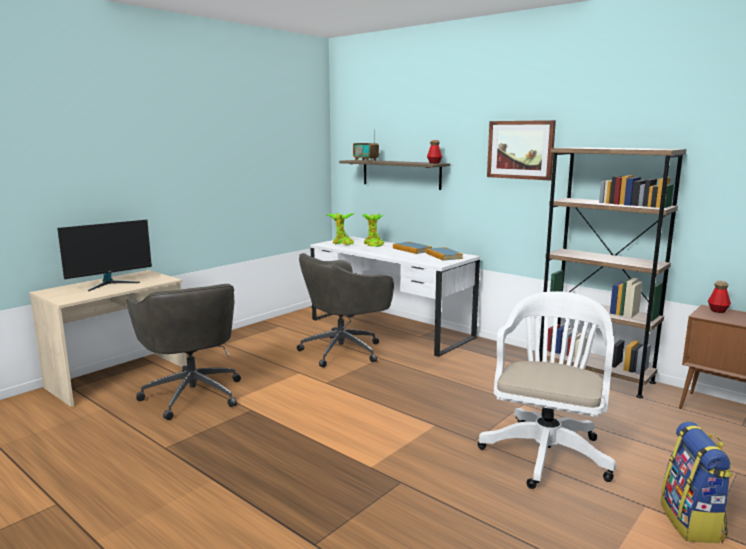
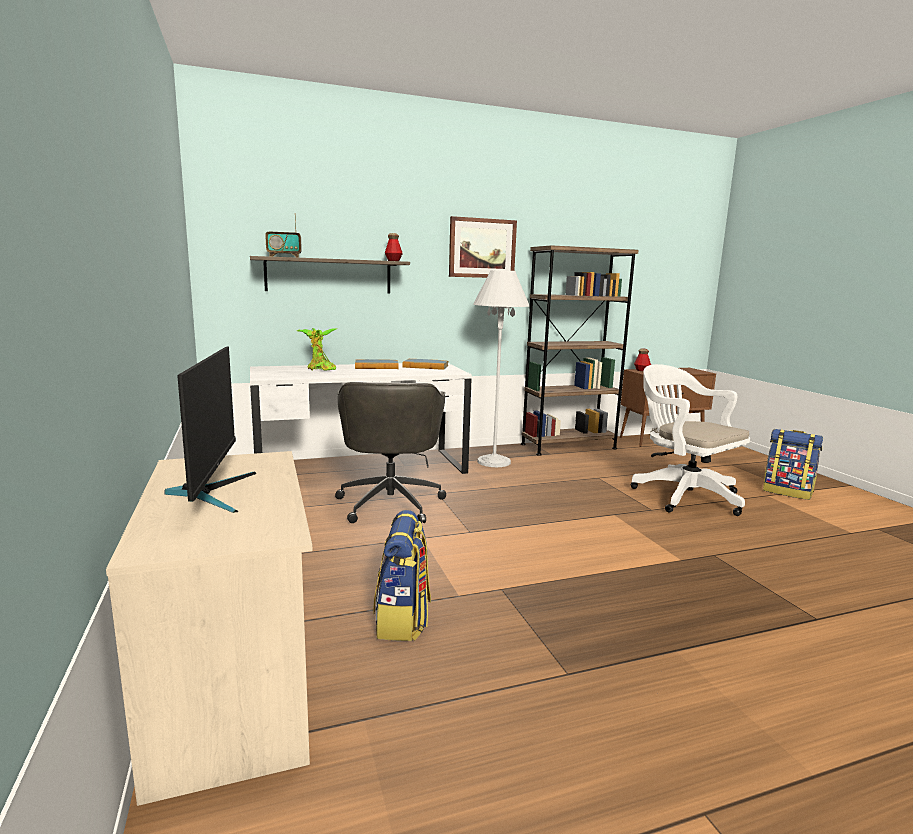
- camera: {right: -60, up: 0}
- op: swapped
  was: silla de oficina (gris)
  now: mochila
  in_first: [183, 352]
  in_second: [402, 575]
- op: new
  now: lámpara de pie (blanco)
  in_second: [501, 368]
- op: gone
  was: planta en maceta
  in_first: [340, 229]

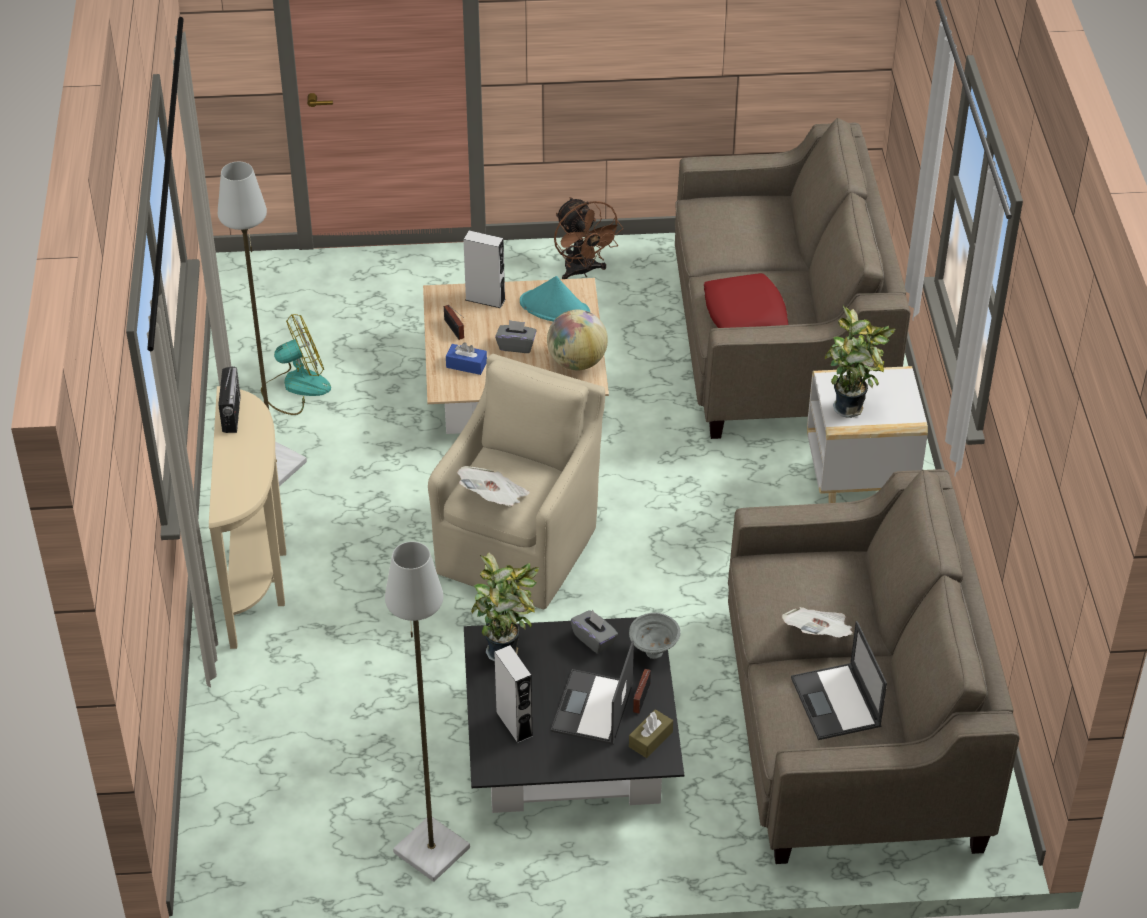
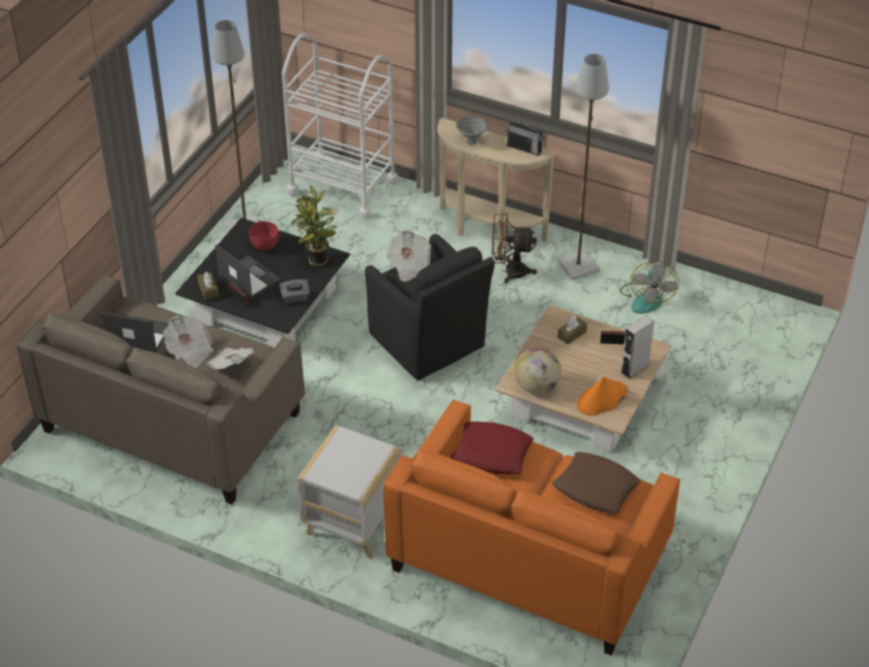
- camera: {right: 120, up: 0}
- op: new
  now: periódico
  in_second: [230, 358]
- op: swapped
  was: altavoz (gris)
  now: cuenco (rojo)
  in_first: [513, 694]
  in_second: [264, 235]
- op: new
  now: carrito (blanco)
  in_second: [340, 126]
- op: repainted
  was: sillón (beis)
  now: sillón (negro)
  in_first: [516, 482]
  in_second: [430, 307]
- op: repainted
  was: sofá (beis)
  now: sofá (naranja)
  in_first: [793, 278]
  in_second: [531, 528]
- op: shifted
  was: cuenco (gris)
  in_first: [655, 636]
  in_second: [472, 130]
- op: shifted
  was: ventilador (marrón)
  in_first: [588, 238]
  in_second: [514, 248]
- op: new
  now: cojín (marrón)
  in_second: [596, 483]
- op: repainted
  was: caja de pañuelos (azul)
  now: caja de pañuelos (marrón)
  in_first: [466, 358]
  in_second: [572, 330]
- op: repainted
  was: sombrero (turquesa)
  now: sombrero (naranja)
  in_first: [555, 298]
  in_second: [602, 396]
- op: gone
  was: caja de pañuelos (gris)
  in_first: [516, 336]
- op: gone
  was: planta en maceta
  in_first: [860, 362]

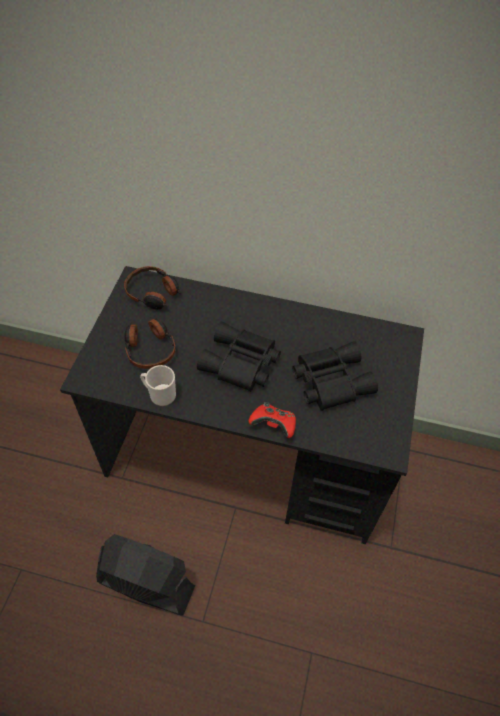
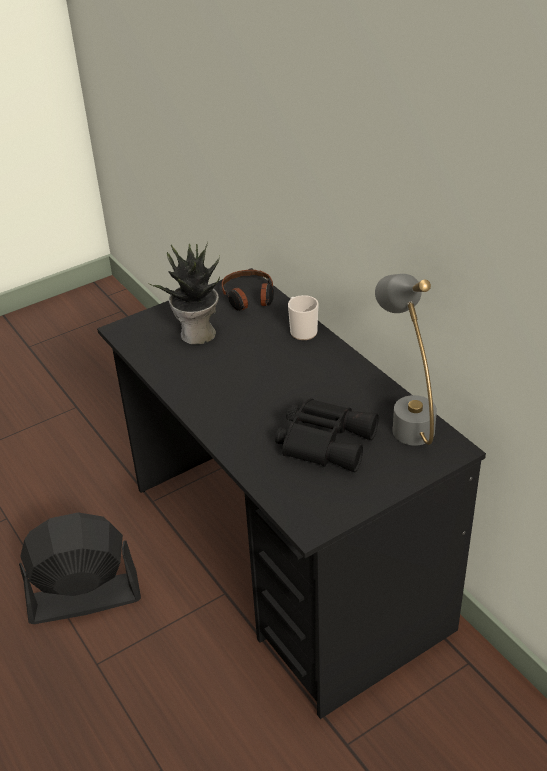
- camera: {right: 45, up: -15}
- op: rotated
  was: ventilador (negro)
  in_first: [145, 574]
  in_second: [80, 568]
  clockwise: -75
- op: swapped
  was: auriculares
  now: planta en maceta
  in_first: [150, 343]
  in_second: [183, 293]
- op: shifted
  was: taza grande
  in_first: [158, 385]
  in_second: [303, 317]
- op: new
  now: lámpara de mesa (gris)
  in_second: [406, 360]
- op: gone
  was: prismáticos (negro)
  in_first: [239, 356]
- op: gone
  was: mando de consola (rojo)
  in_first: [272, 420]

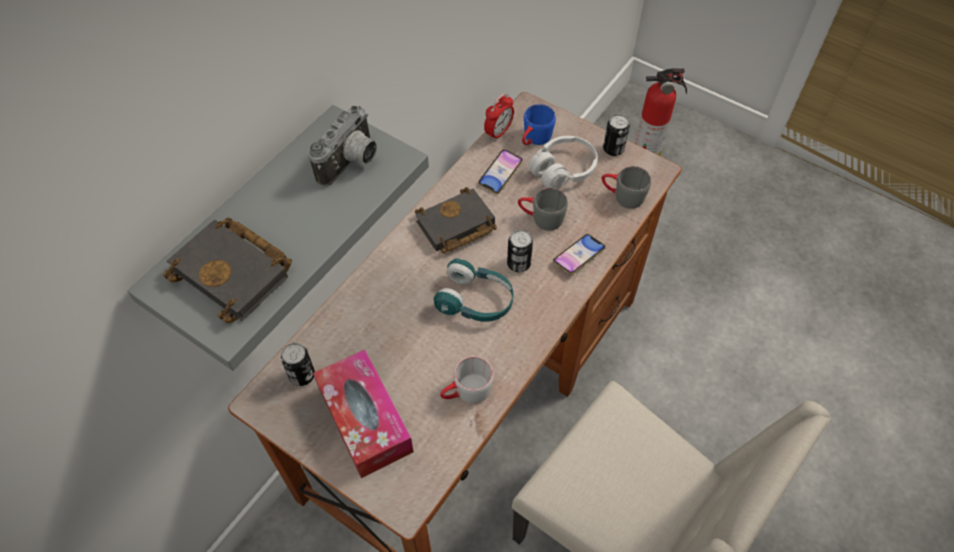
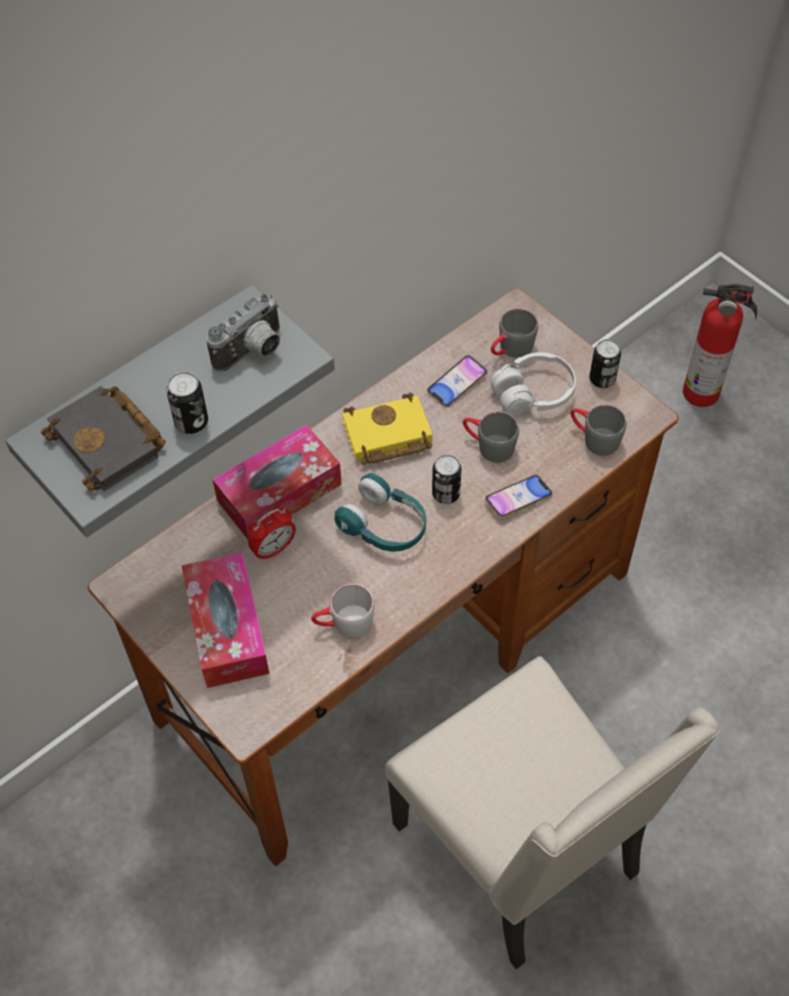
- camera: {right: 15, up: 0}
- op: shifted
  was: lata
  in_first: [298, 364]
  in_second: [187, 403]
- op: new
  now: caja de pañuelos
  in_second: [277, 482]
- op: shifted
  was: despertador
  in_first: [499, 117]
  in_second: [272, 534]
- op: repainted
  was: libro (negro)
  now: libro (amarillo)
  in_first: [456, 220]
  in_second: [387, 428]
- op: repainted
  was: taza grande (azul)
  now: taza grande (gris)
  in_first: [539, 124]
  in_second: [514, 333]

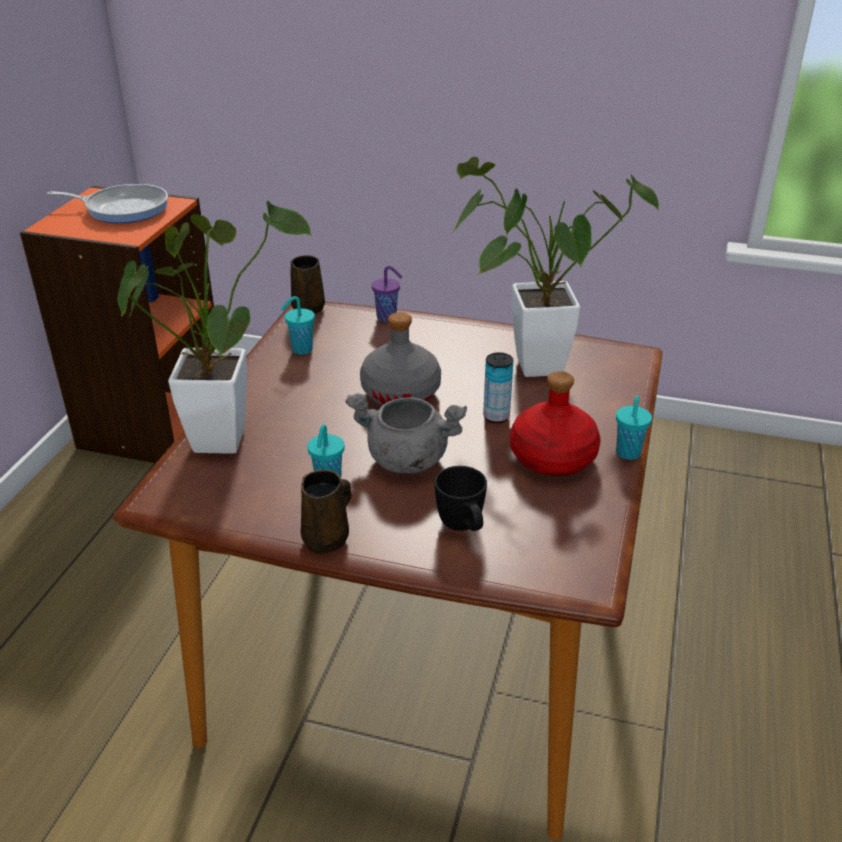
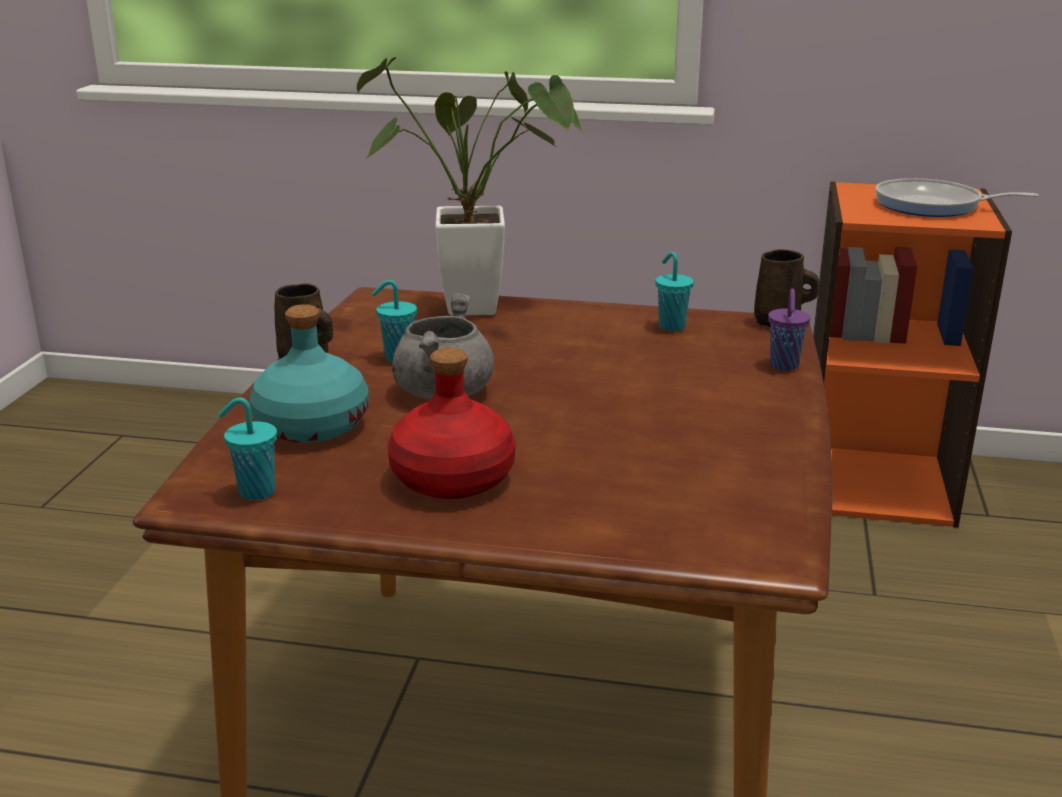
- camera: {right: 85, up: -10}
- op: shifted
  was: taza (turquesa)
  in_first: [634, 427]
  in_second: [247, 448]
- op: swapped
  was: taza grande (negro)
  now: botella (turquesa)
  in_first: [460, 498]
  in_second: [309, 373]
- op: rotated
  was: sartén
  in_first: [107, 203]
  in_second: [957, 197]
  clockwise: 105
- op: gone
  was: botella (gris)
  in_first: [400, 358]
- op: gone
  was: planta en maceta
  in_first: [555, 267]
- op: gone
  was: lata
  in_first: [498, 387]

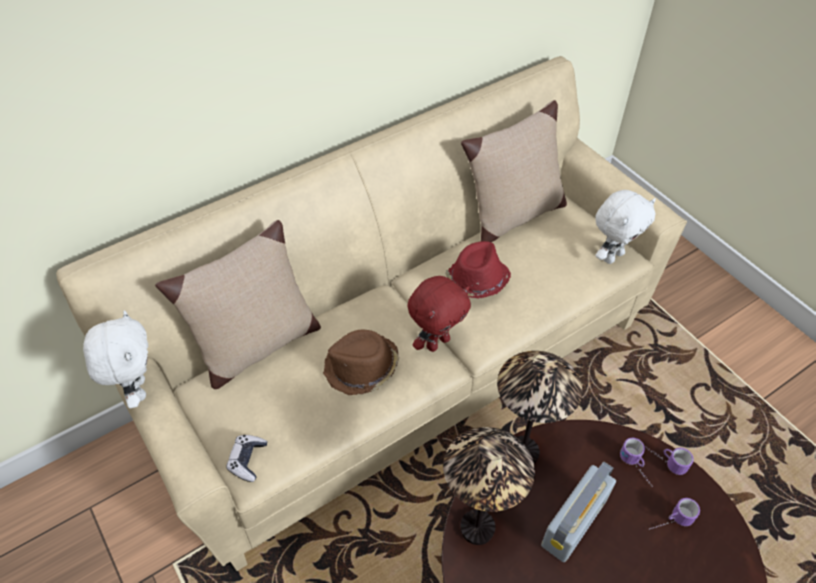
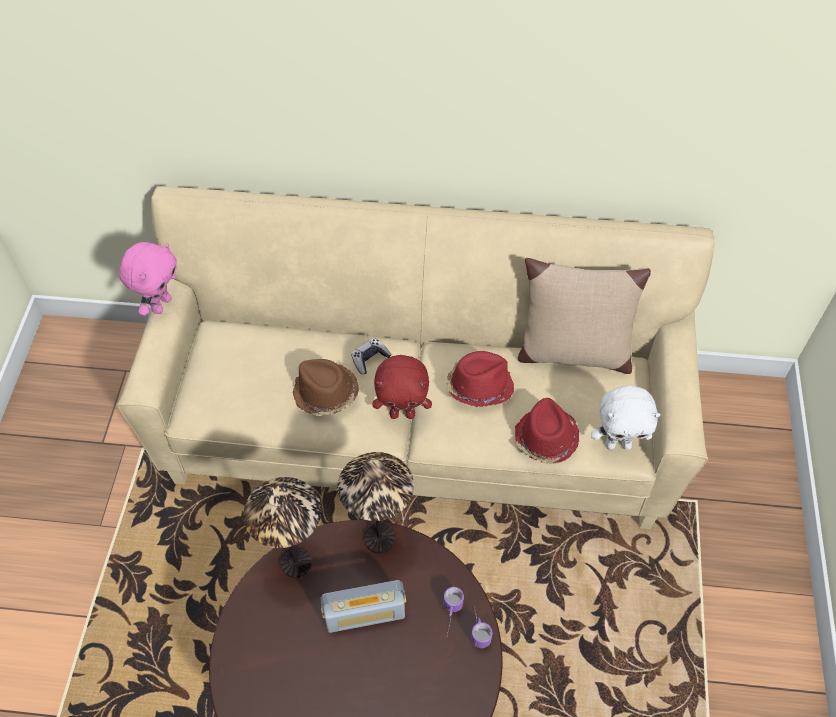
- camera: {right: 40, up: 5}
- op: repainted
  was: peluche (blanco)
  now: peluche (rosa)
  in_first: [115, 359]
  in_second: [148, 279]
- op: shifted
  was: mando de consola
  in_first: [246, 458]
  in_second: [371, 356]
- op: new
  now: sombrero (rojo)
  in_second: [547, 431]
- op: gone
  was: cojín (beis)
  in_first: [238, 304]
- op: gone
  was: taza grande
  in_first: [674, 514]

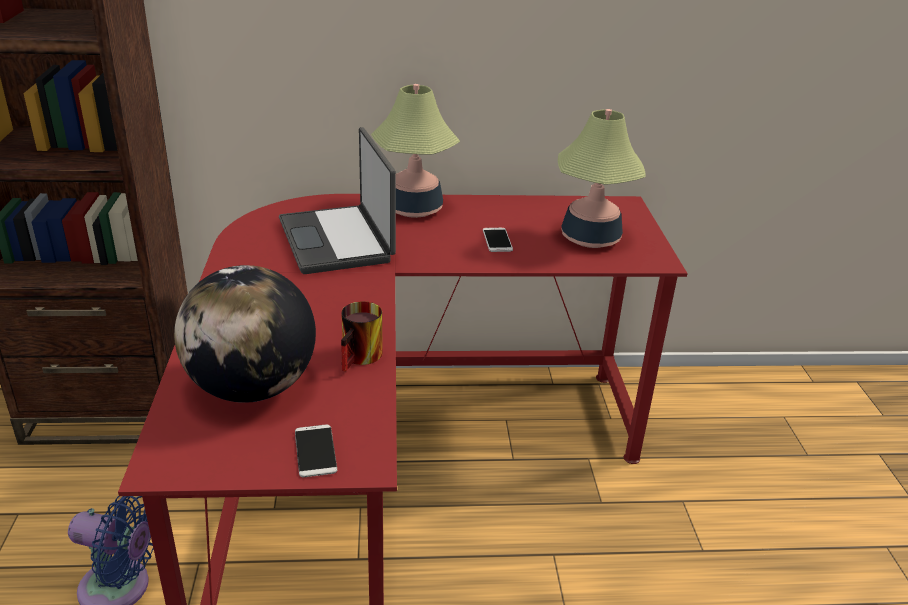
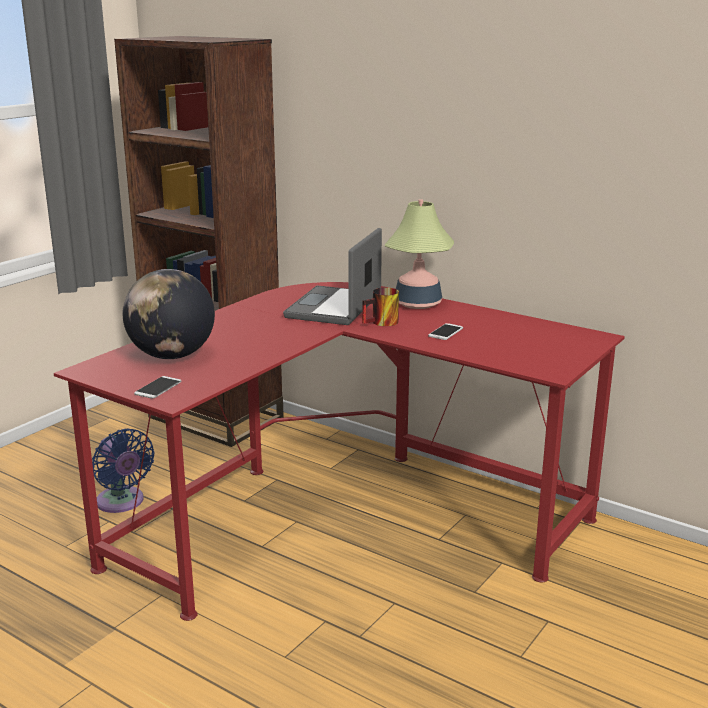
- camera: {right: 40, up: -10}
- op: shifted
  was: taza grande
  in_first: [361, 336]
  in_second: [380, 306]
- op: gone
  was: lámpara de mesa
  in_first: [602, 178]

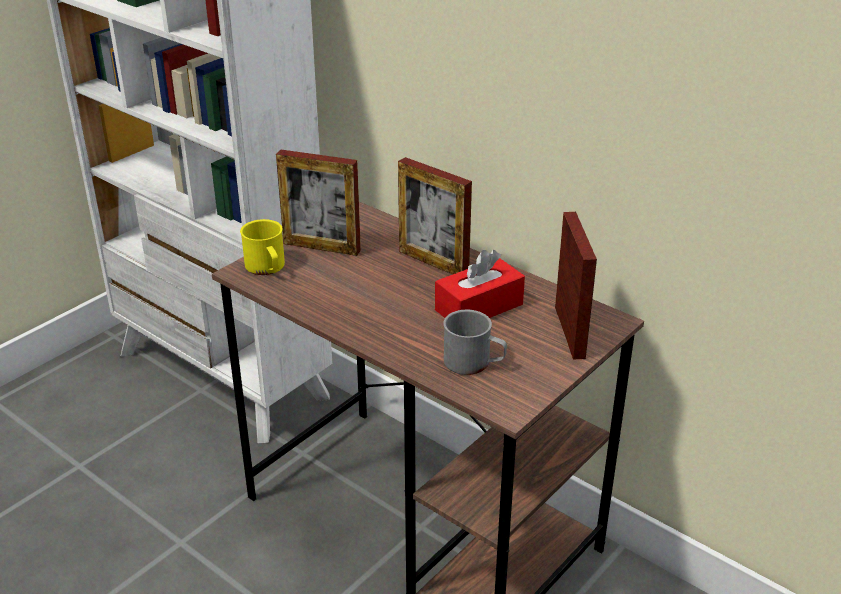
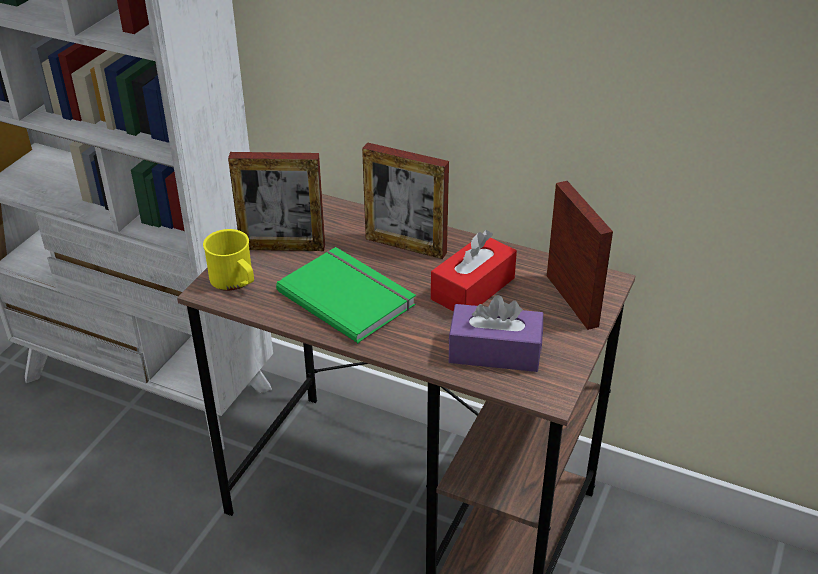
- camera: {right: -15, up: 5}
- op: new
  now: libro (verde)
  in_second: [346, 295]
- op: swapped
  was: taza grande (gris)
  now: caja de pañuelos (morado)
  in_first: [475, 342]
  in_second: [495, 333]

